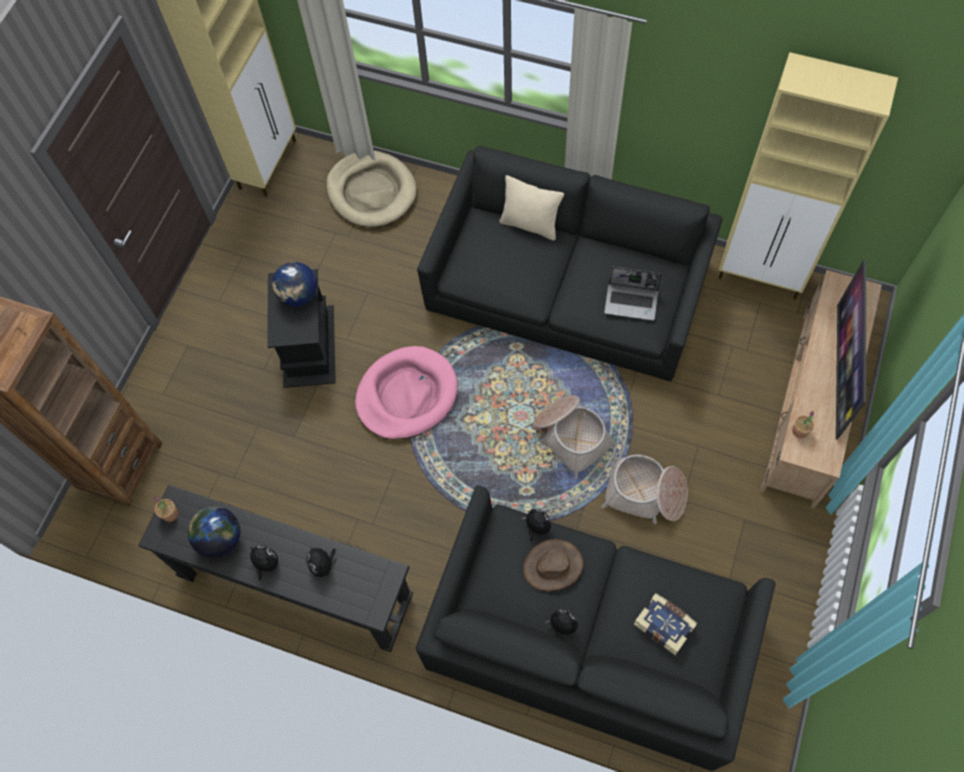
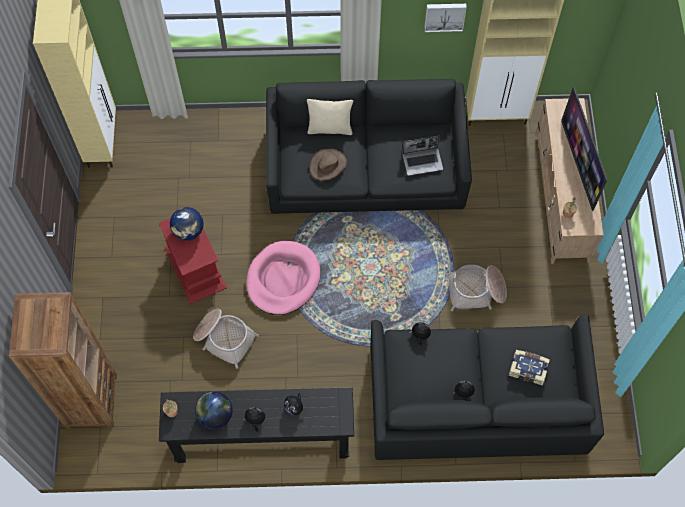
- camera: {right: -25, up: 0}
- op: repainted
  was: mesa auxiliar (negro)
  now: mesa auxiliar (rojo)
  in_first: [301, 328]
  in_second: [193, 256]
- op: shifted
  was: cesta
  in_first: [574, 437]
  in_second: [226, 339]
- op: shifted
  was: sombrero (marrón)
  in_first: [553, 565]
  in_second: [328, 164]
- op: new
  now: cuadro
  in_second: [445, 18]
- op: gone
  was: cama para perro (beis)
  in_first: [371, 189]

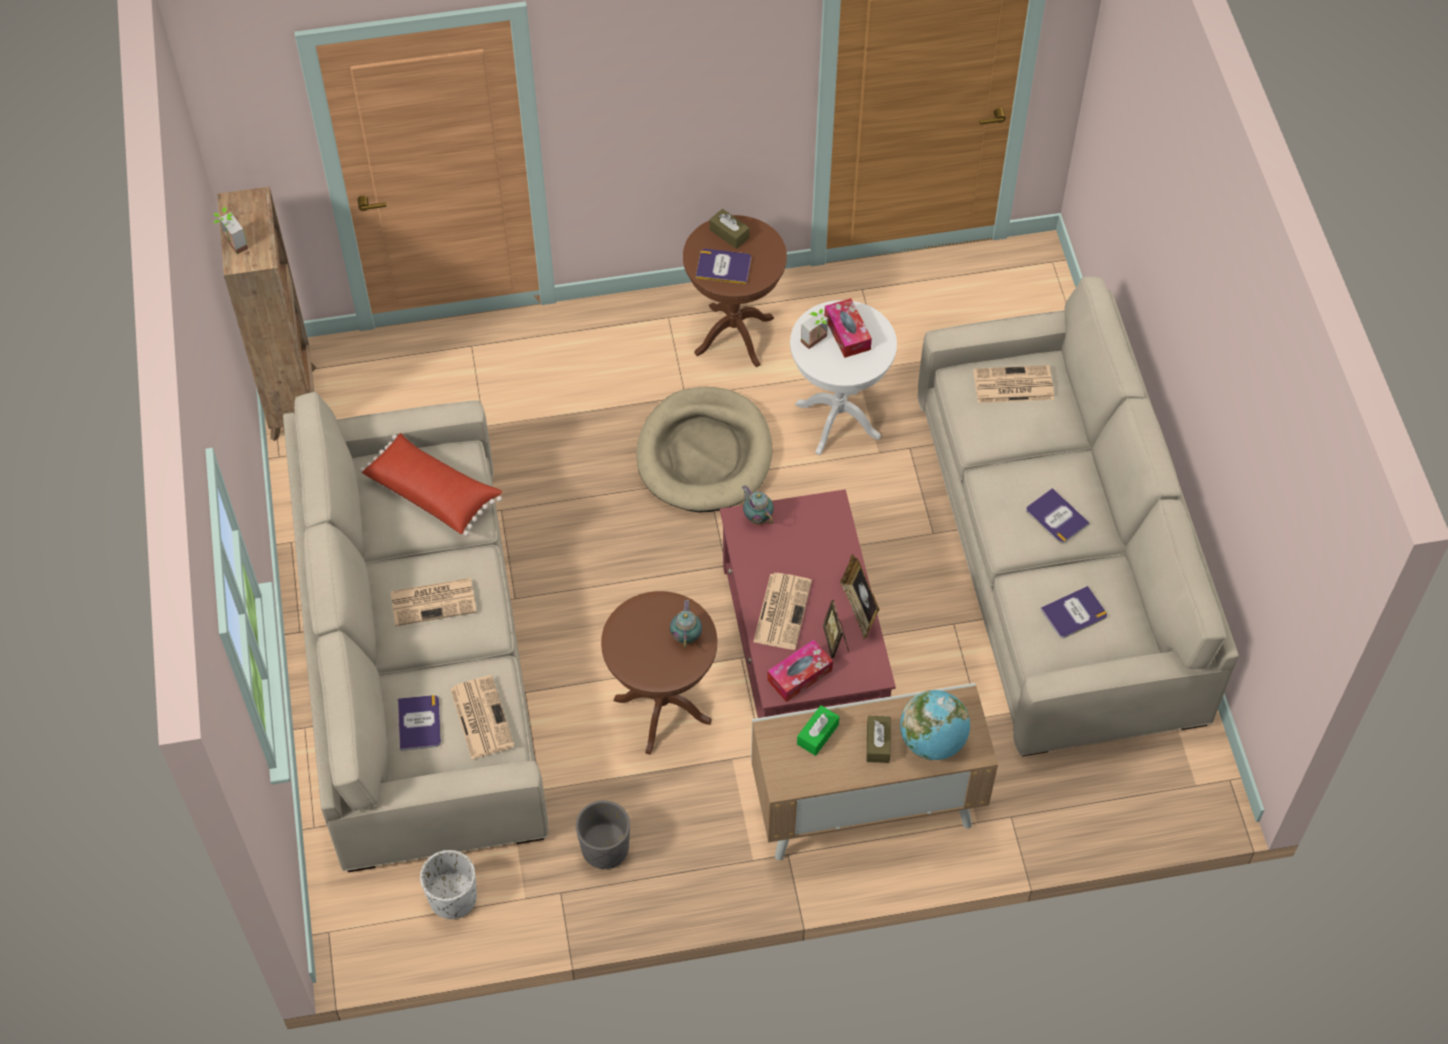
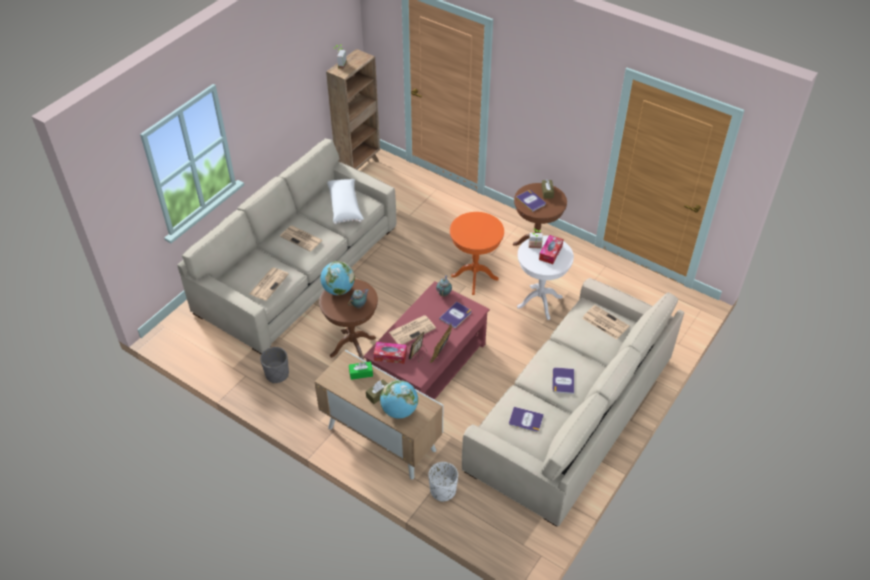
- camera: {right: 45, up: -10}
- op: new
  now: globo terráqueo
  in_second: [338, 278]
- op: repainted
  was: cojín (rojo)
  now: cojín (blanco)
  in_first: [431, 484]
  in_second: [345, 202]
- op: shifted
  was: maceta (blanco)
  in_first: [448, 884]
  in_second: [443, 482]
- op: shifted
  was: libro
  in_first: [419, 723]
  in_second: [455, 315]
- op: swapped
  was: cama para perro (beis)
  now: mesa auxiliar (naranja)
  in_first: [704, 449]
  in_second: [477, 253]

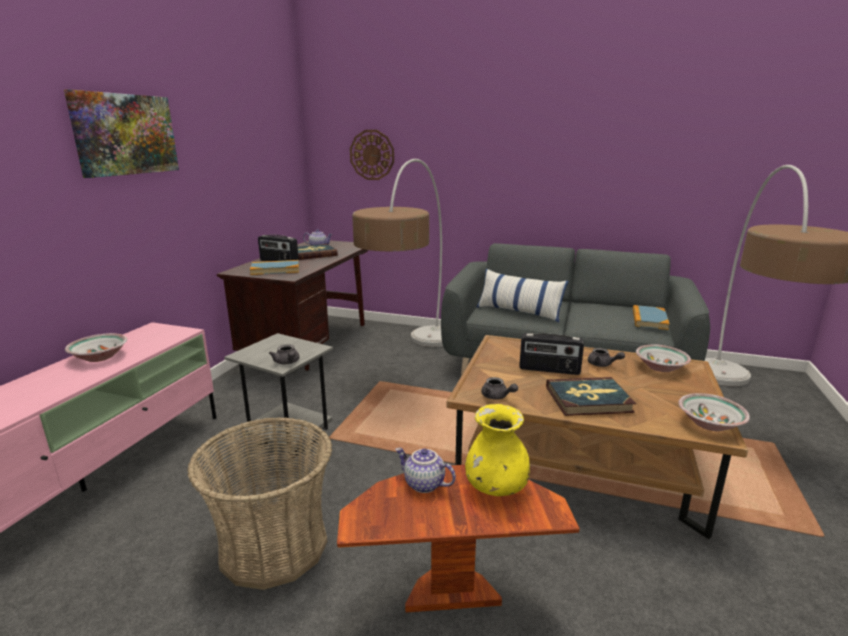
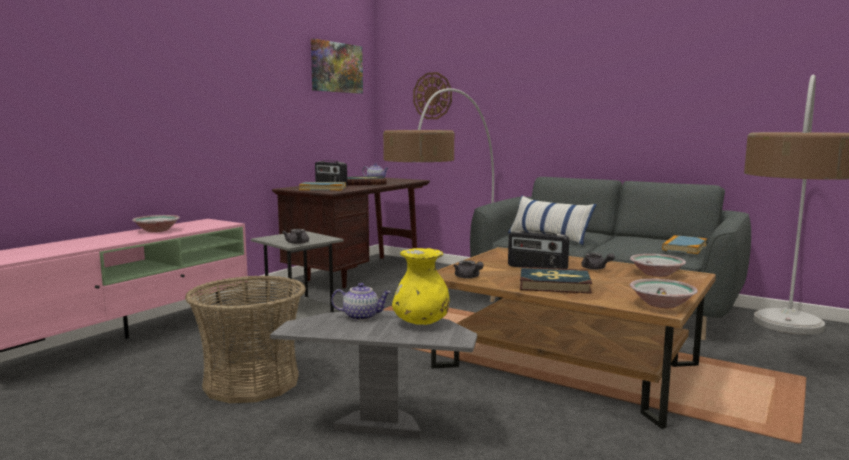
- camera: {right: 15, up: -10}
- op: repainted
  was: mesa auxiliar (marrón)
  now: mesa auxiliar (gris)
  in_first: [458, 539]
  in_second: [373, 374]
- op: shifted
  was: cuadro
  in_first: [121, 134]
  in_second: [337, 66]
- op: rotated
  was: tetera
  in_first: [425, 470]
  in_second: [361, 302]
  clockwise: 135

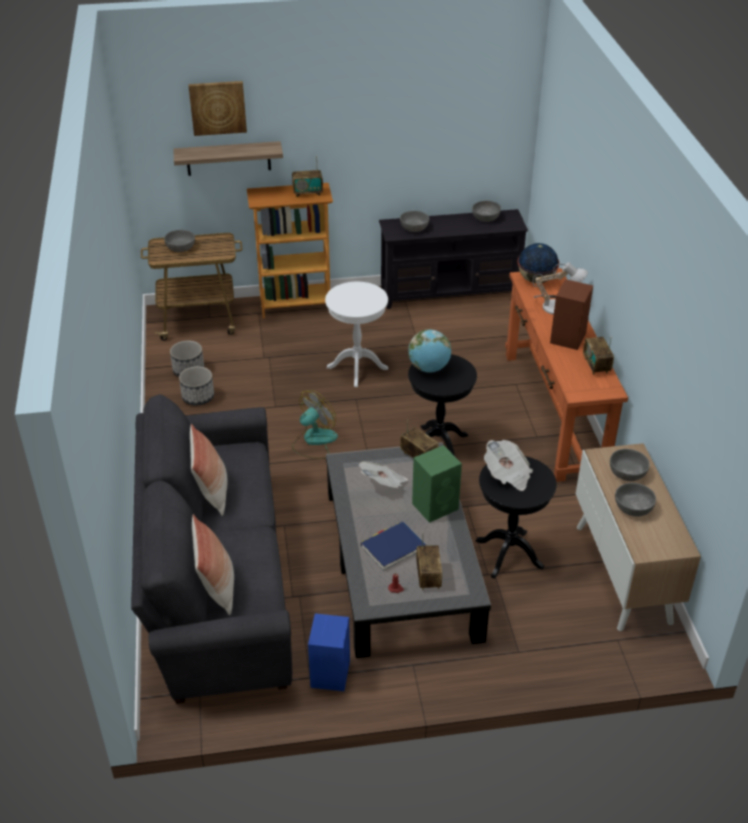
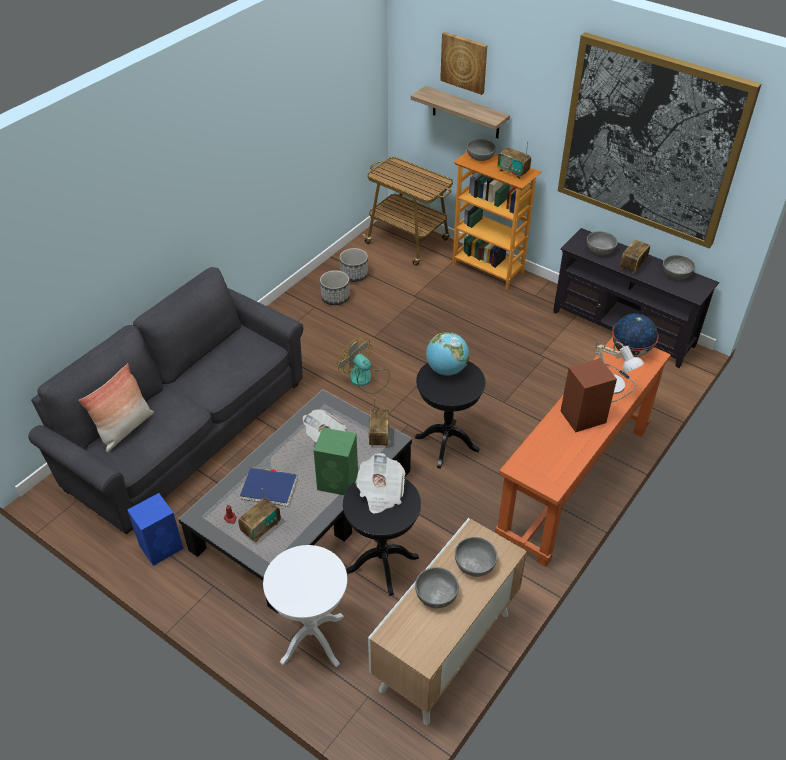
- camera: {right: 45, up: 5}
- op: shifted
  was: mesa auxiliar (blanco)
  in_first: [356, 334]
  in_second: [305, 606]
- op: rotated
  was: ventilador
  in_first: [315, 424]
  in_second: [363, 365]
  clockwise: -135
- op: shifted
  was: cuenco (gris)
  in_first: [179, 241]
  in_second: [481, 150]
- op: new
  now: cuadro
  in_second: [659, 140]
- op: shifted
  was: radio
  in_first: [598, 356]
  in_second: [635, 257]
- op: gone
  was: cojín
  in_first: [209, 469]

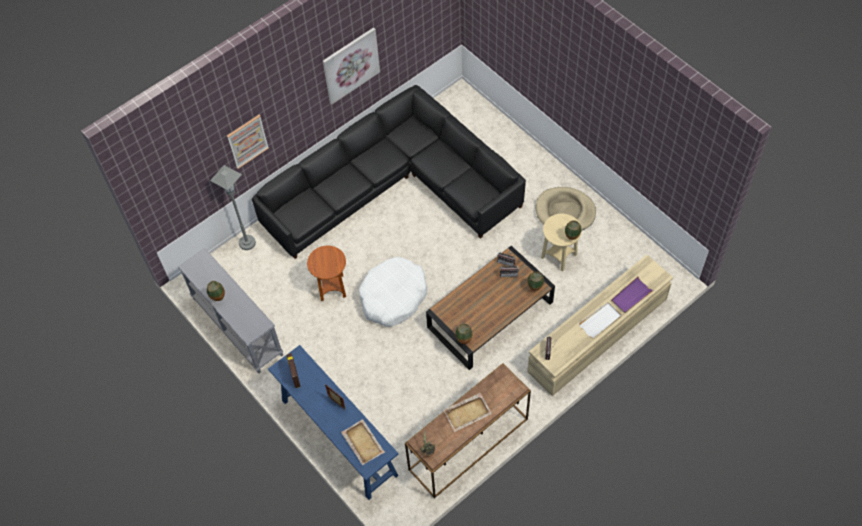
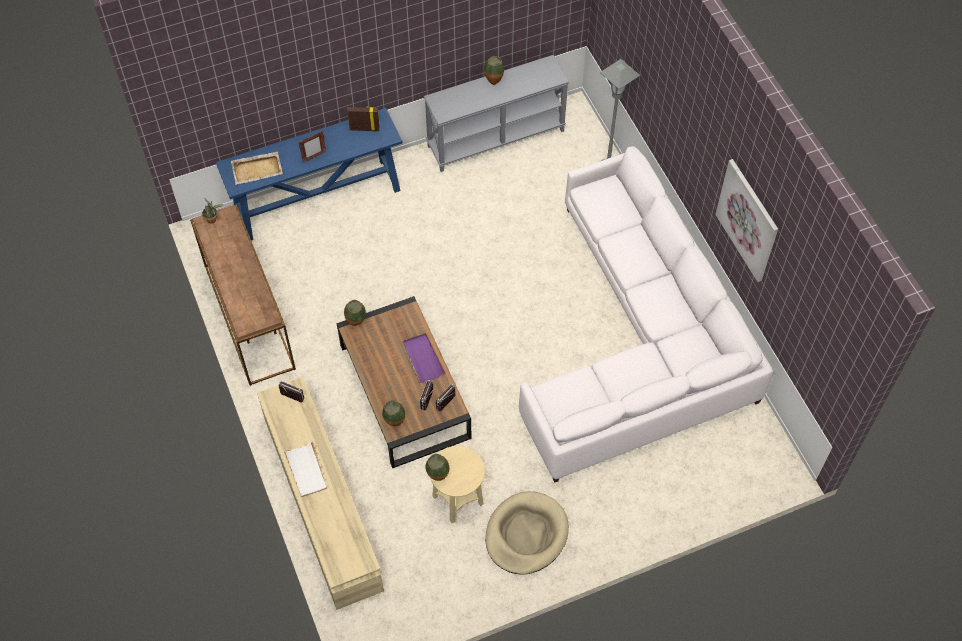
- camera: {right: 105, up: 0}
- op: shifted
  was: bandeja (morado)
  in_first: [632, 295]
  in_second: [424, 358]
- op: repainted
  was: sofá (negro)
  now: sofá (blanco)
  in_first: [389, 172]
  in_second: [646, 314]
- op: gone
  was: cuadro
  in_first: [248, 142]
- op: gone
  was: mesa auxiliar (marrón)
  in_first: [326, 273]
- op: gone
  was: cama para perro (blanco)
  in_first: [393, 292]
- op: gone
  was: bandeja (beis)
  in_first: [467, 412]

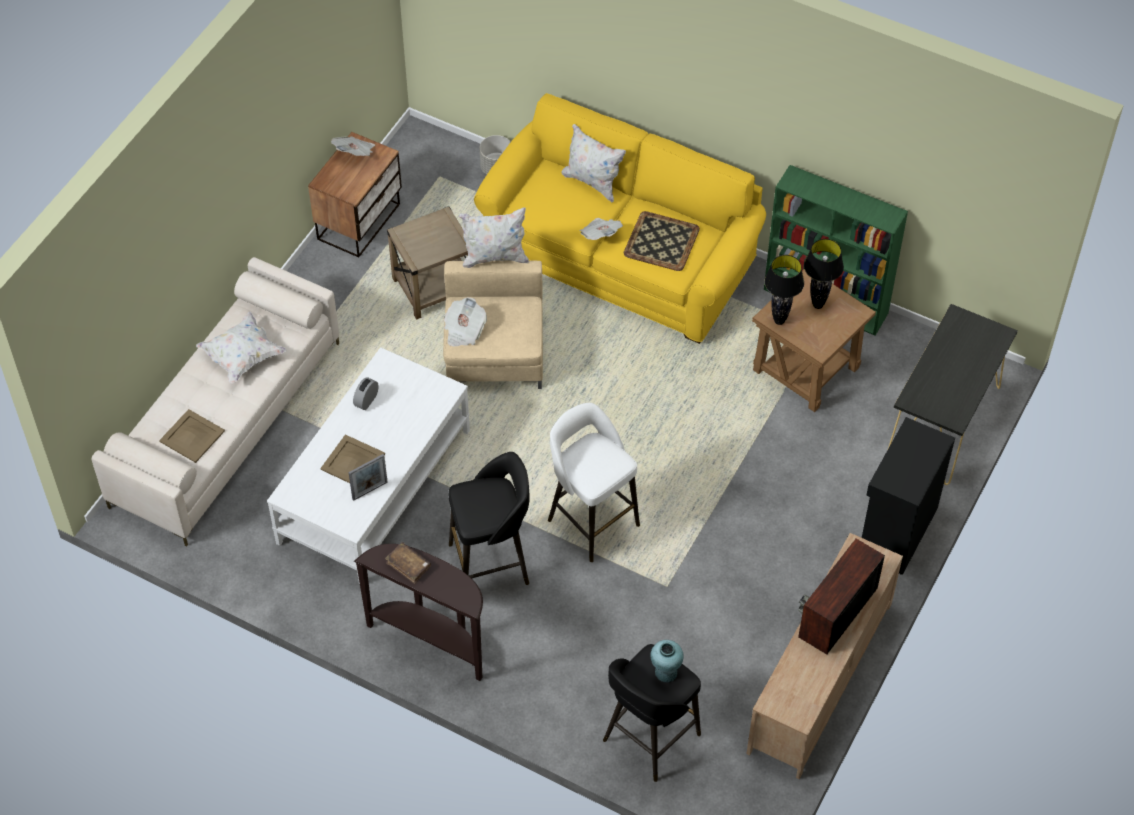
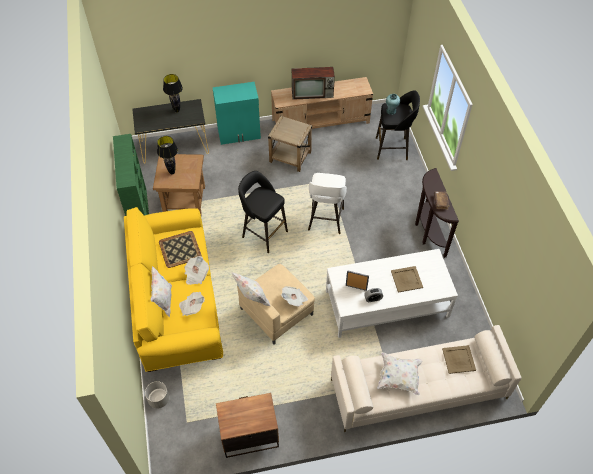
- camera: {right: -130, up: 0}
- op: shifted
  was: lámpara de mesa (negro)
  in_first: [784, 290]
  in_second: [173, 93]
- op: shifted
  was: periódico
  in_first: [353, 146]
  in_second: [192, 304]
- op: repainted
  was: armario (negro)
  now: armario (turquesa)
  in_first: [908, 496]
  in_second: [236, 113]
- op: shifted
  was: taburete (negro)
  in_first: [489, 518]
  in_second: [263, 212]
- op: shifted
  was: mesa auxiliar (beis)
  in_first: [427, 262]
  in_second: [290, 144]
- op: shifted
  was: portarretratos
  in_first: [368, 477]
  in_second: [357, 280]

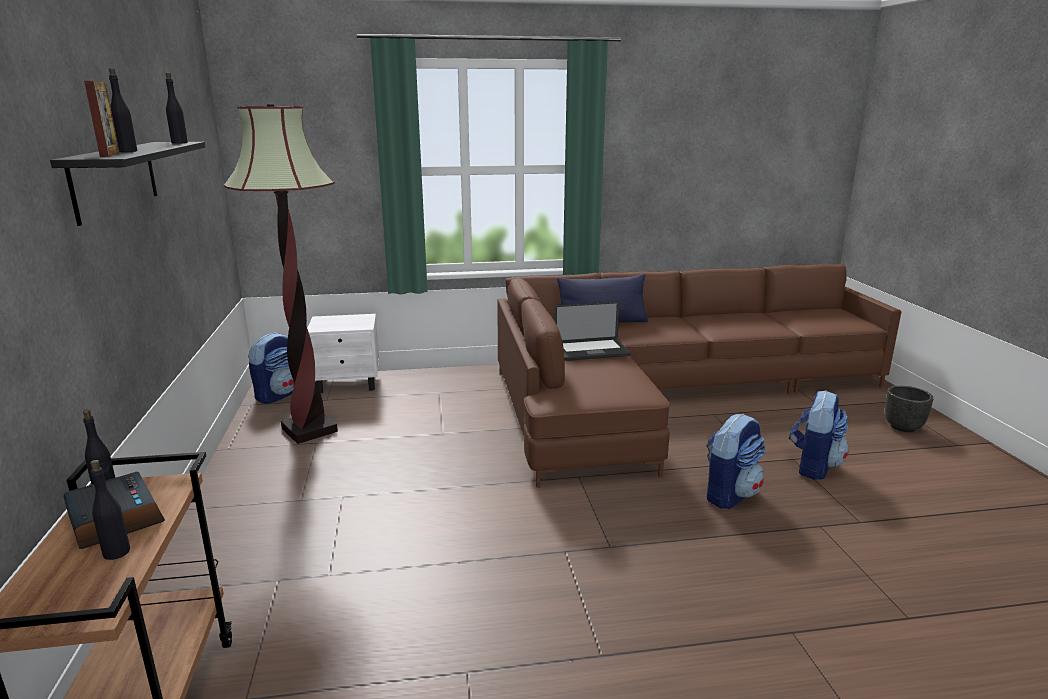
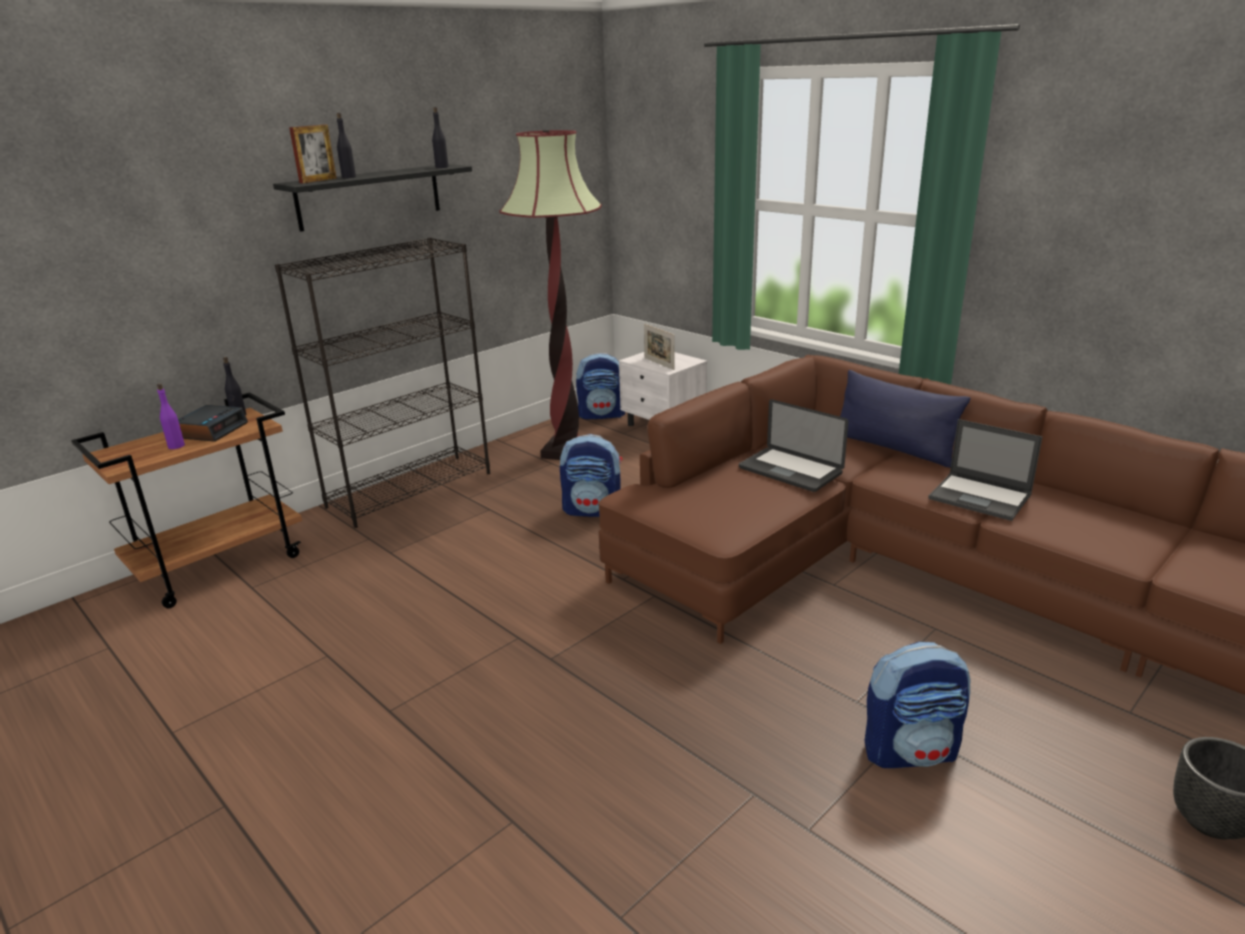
- camera: {right: 55, up: 5}
- op: repainted
  was: botella (negro)
  now: botella (morado)
  in_first: [110, 510]
  in_second: [171, 416]
- op: new
  now: estantería (negro)
  in_second: [382, 382]
- op: shifted
  was: mochila
  in_first: [736, 461]
  in_second: [591, 475]
- op: new
  now: portarretratos
  in_second: [659, 347]
- op: new
  now: portátil
  in_second: [985, 470]

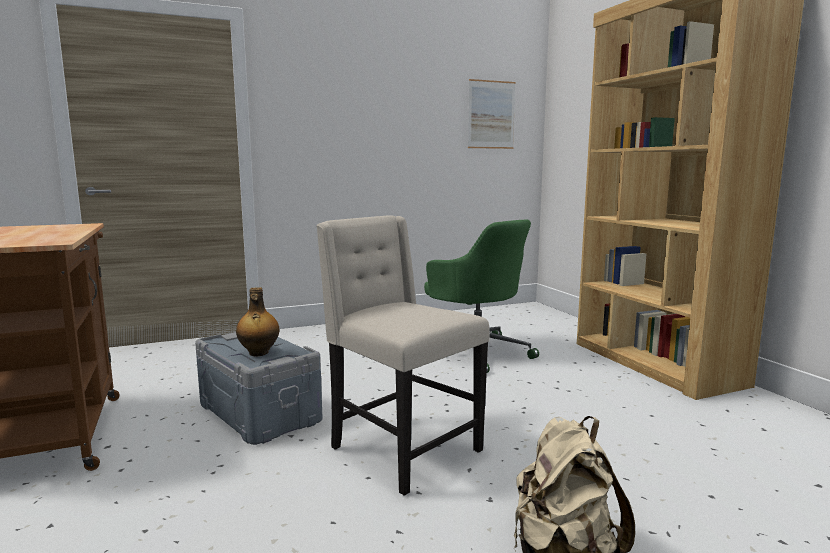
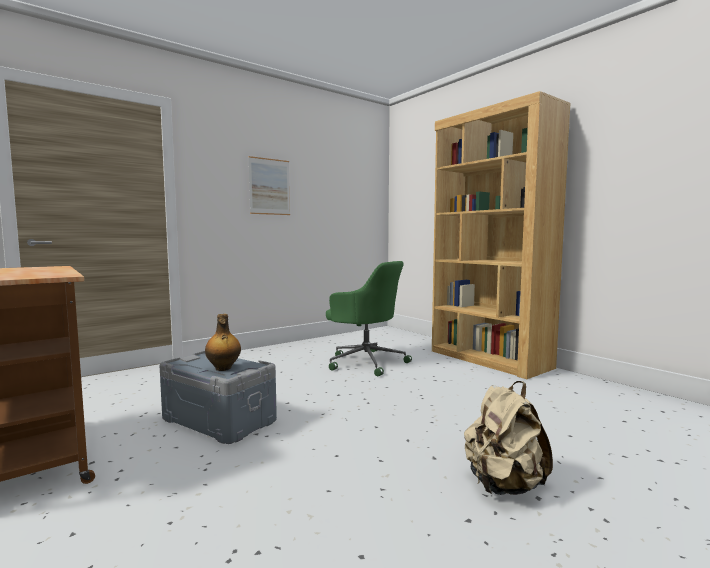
- camera: {right: -15, up: -5}
- op: shifted
  was: cuadro
  in_first: [492, 114]
  in_second: [269, 185]
- op: gone
  was: silla (beis)
  in_first: [403, 355]

